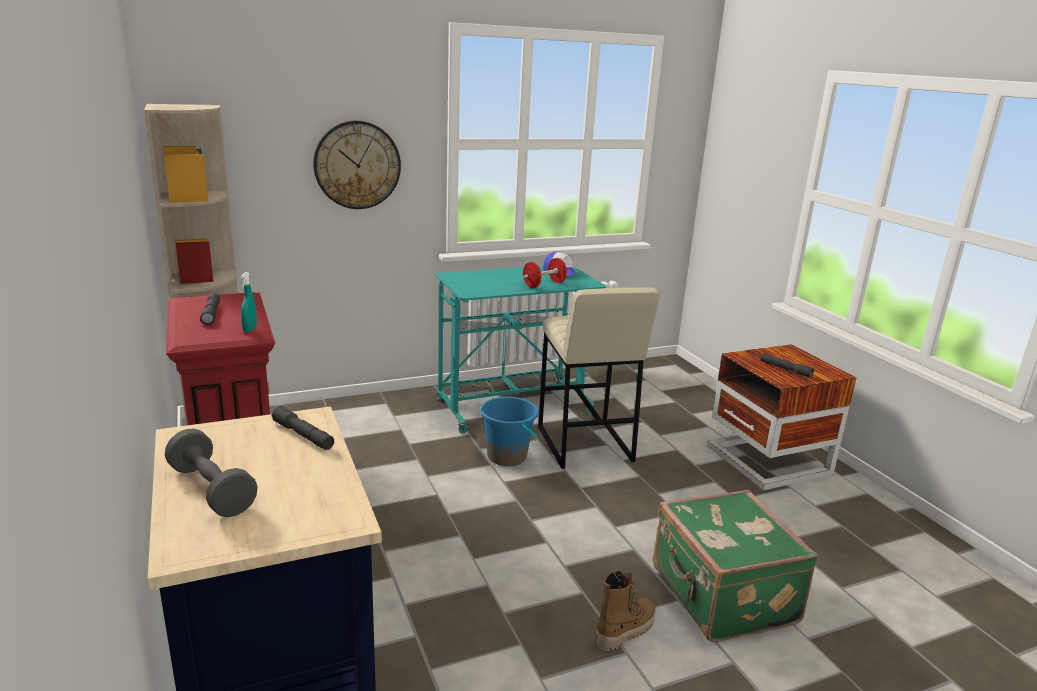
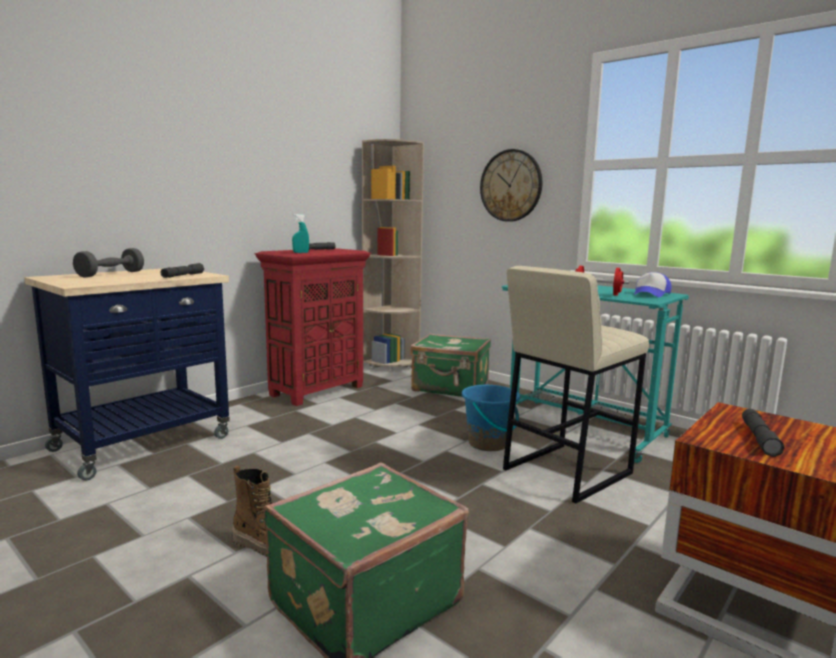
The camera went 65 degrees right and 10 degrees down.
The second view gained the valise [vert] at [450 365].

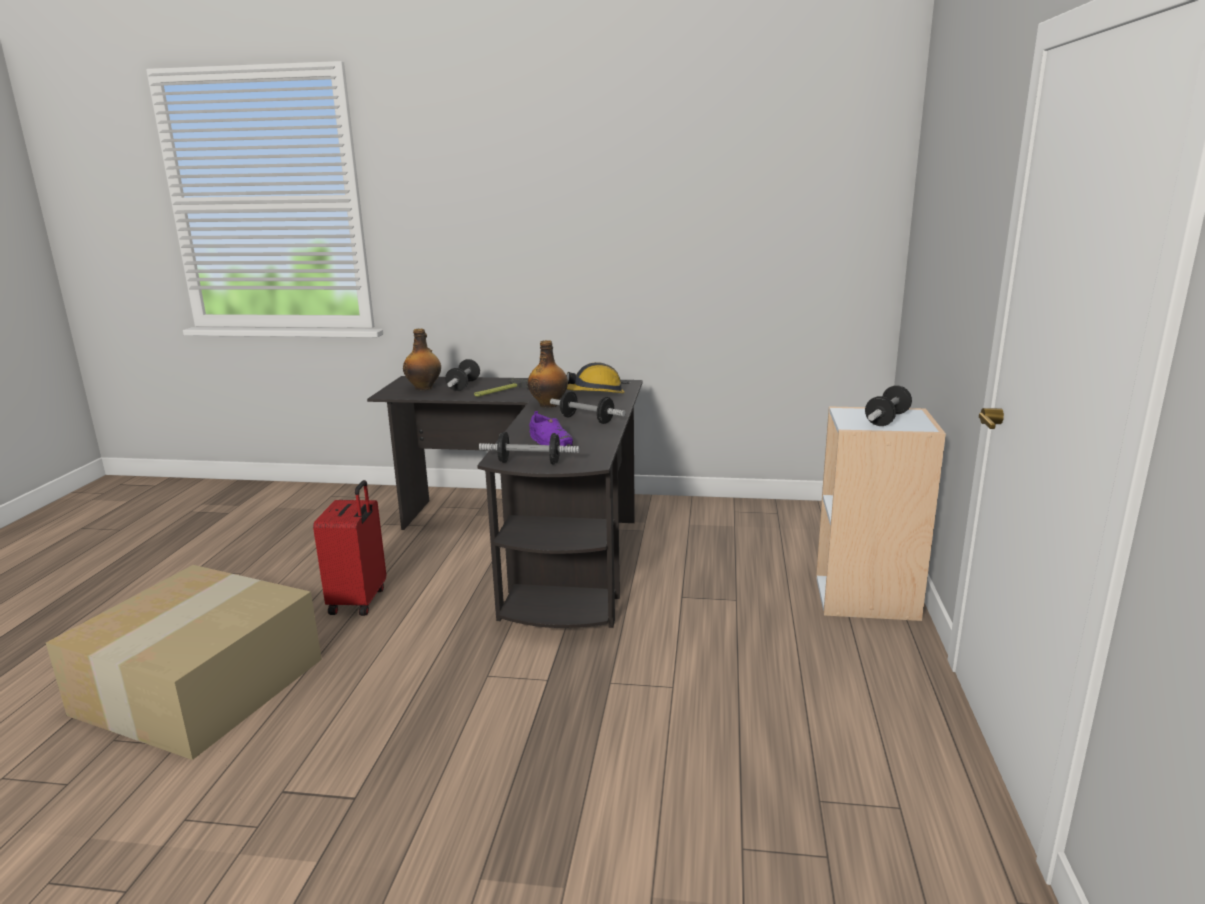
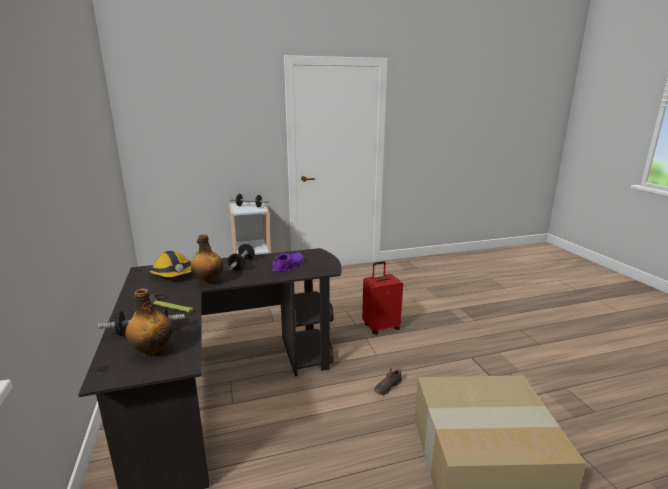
The camera went 115 degrees left and 0 degrees up.
The second view lost the haltère at [529 448].
The second view gained the chaussure [noir] at [388 381].
The valise [rouge] ended up elsewhere, having gone from [349 548] to [382 298].

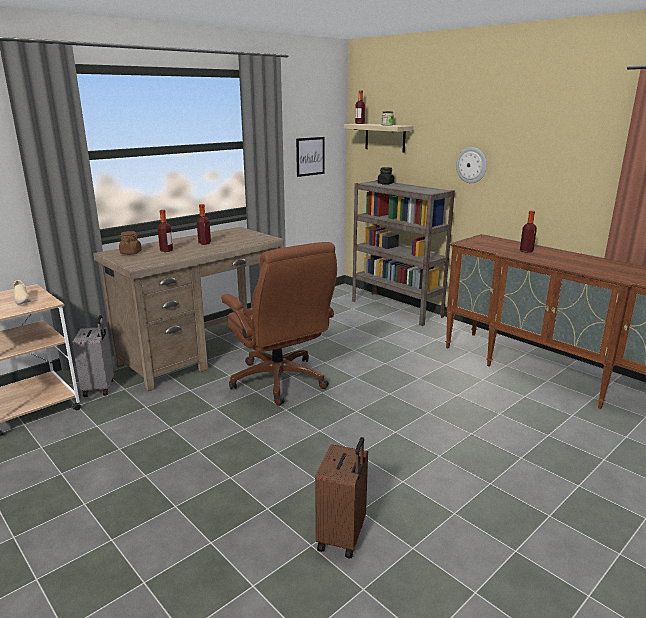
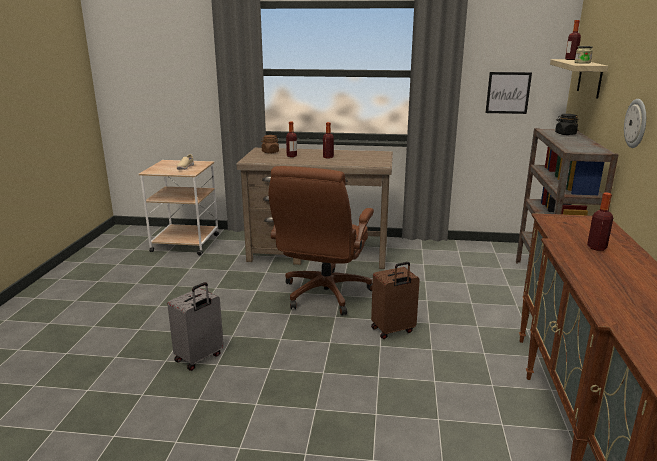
The camera went 50 degrees right and 0 degrees up.
The valise [gris] ended up elsewhere, having gone from [93 356] to [195 326].
The valise [marron] ended up elsewhere, having gone from [341 497] to [395 300].

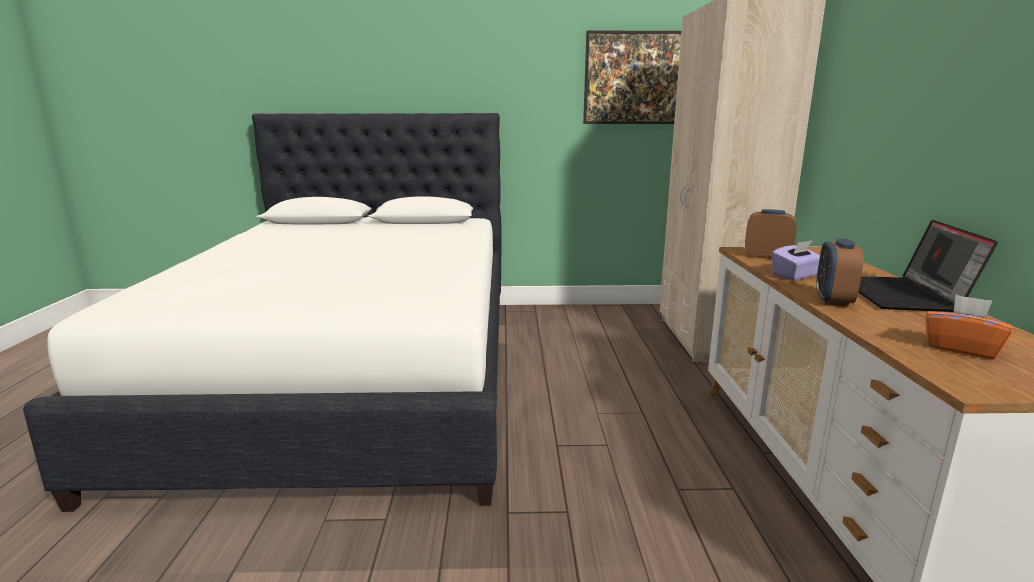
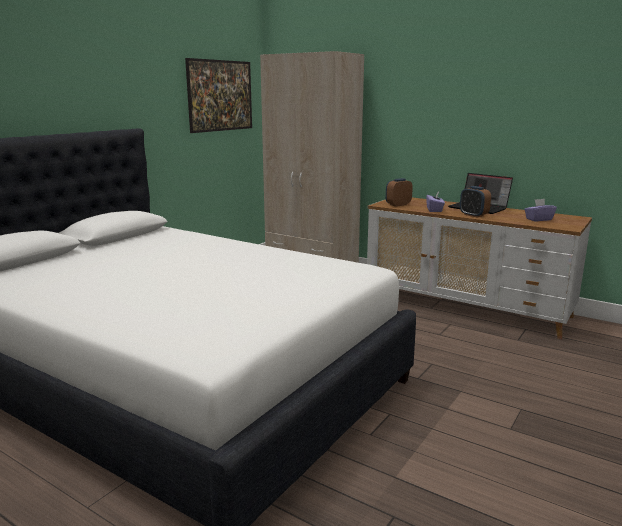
The camera went 55 degrees left and 0 degrees up.
What was the boîte à mouchoirs [orange] at [969 327] turned into the boîte à mouchoirs [violet] at [540 210].

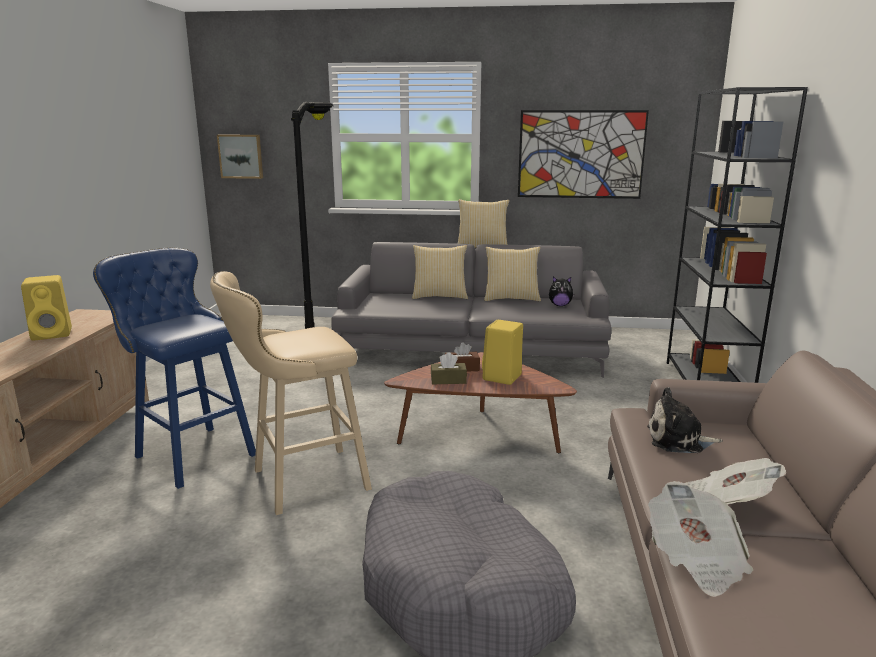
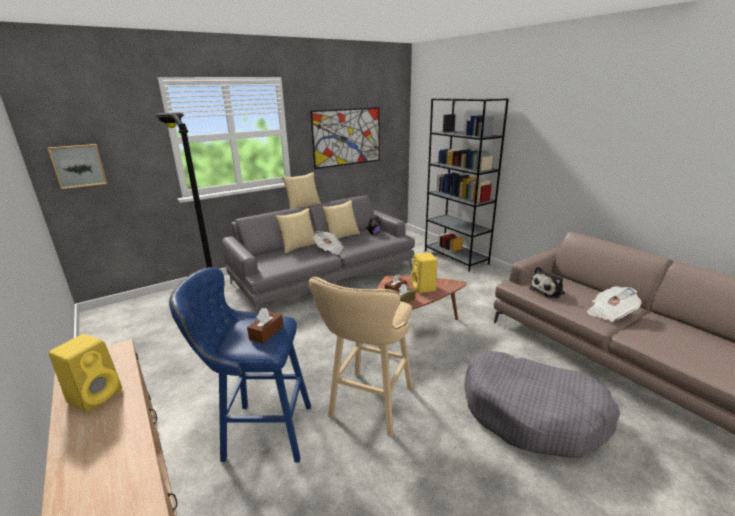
The camera went 40 degrees left and 5 degrees up.
The second view gained the boîte à mouchoirs [marron] at [265 326].
The journal ended up elsewhere, having gone from [700 539] to [328 243].

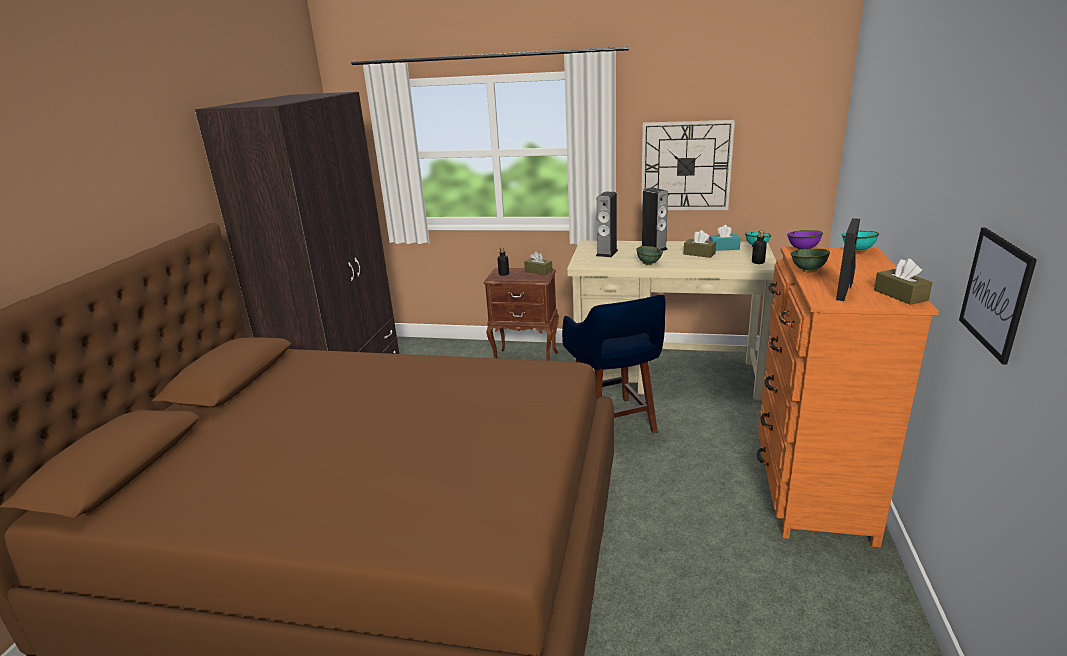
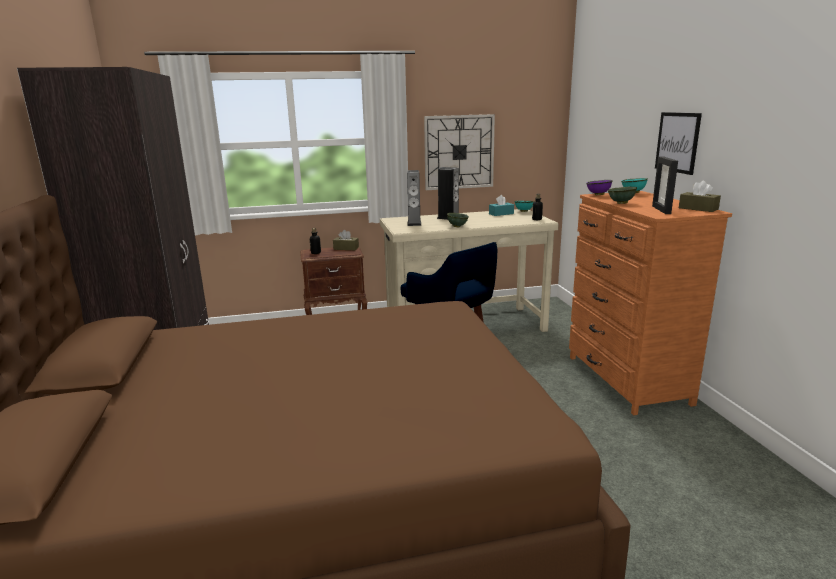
The camera went 25 degrees left and 5 degrees down.
The second view lost the boîte à mouchoirs [marron] at [700 244].
The tableau ended up elsewhere, having gone from [998 296] to [678 143].

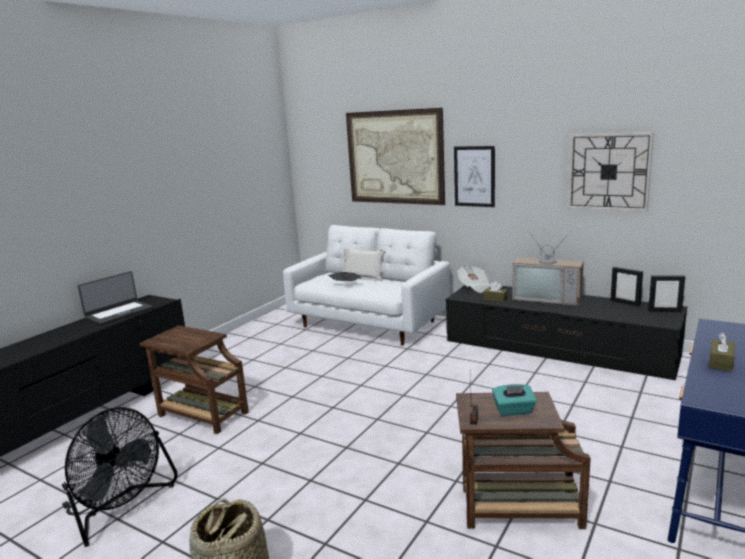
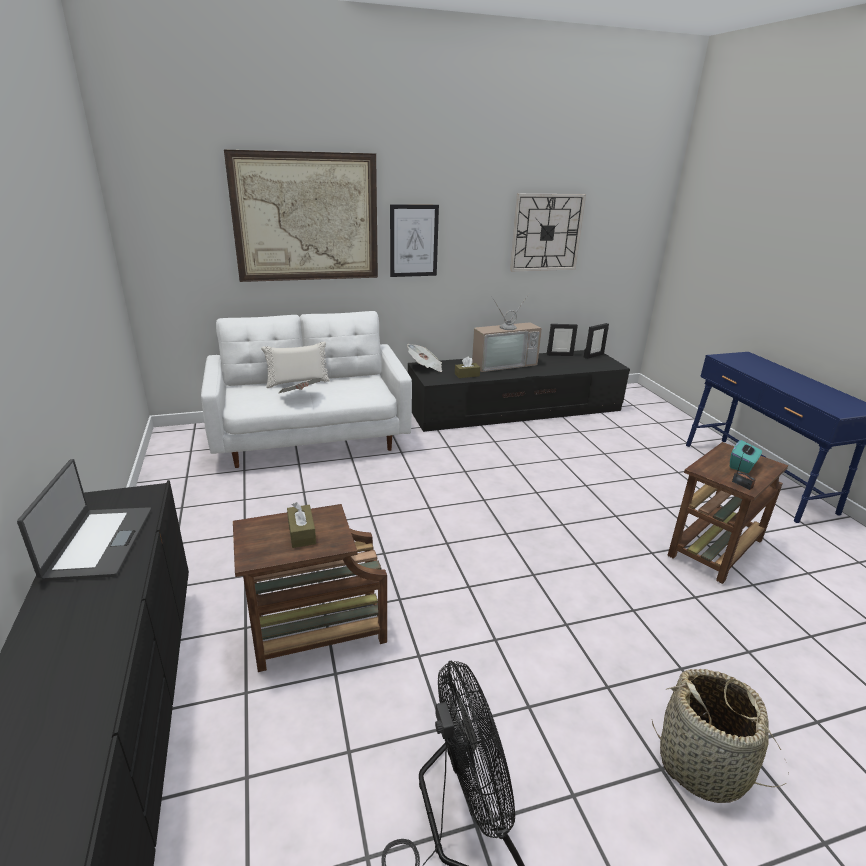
The camera went 50 degrees left and 10 degrees up.
The boîte à mouchoirs [marron] ended up elsewhere, having gone from [722 352] to [301 525].

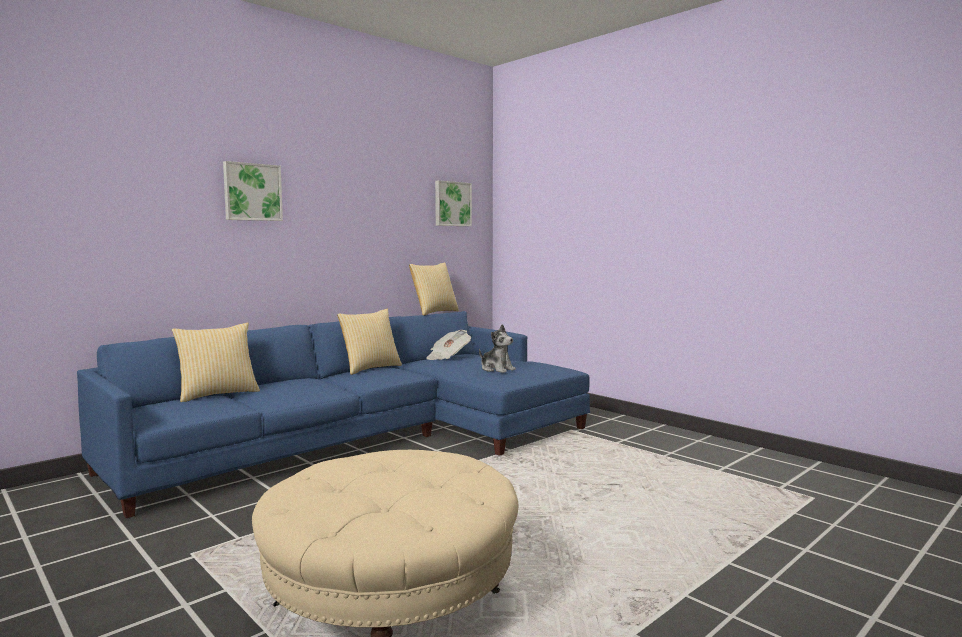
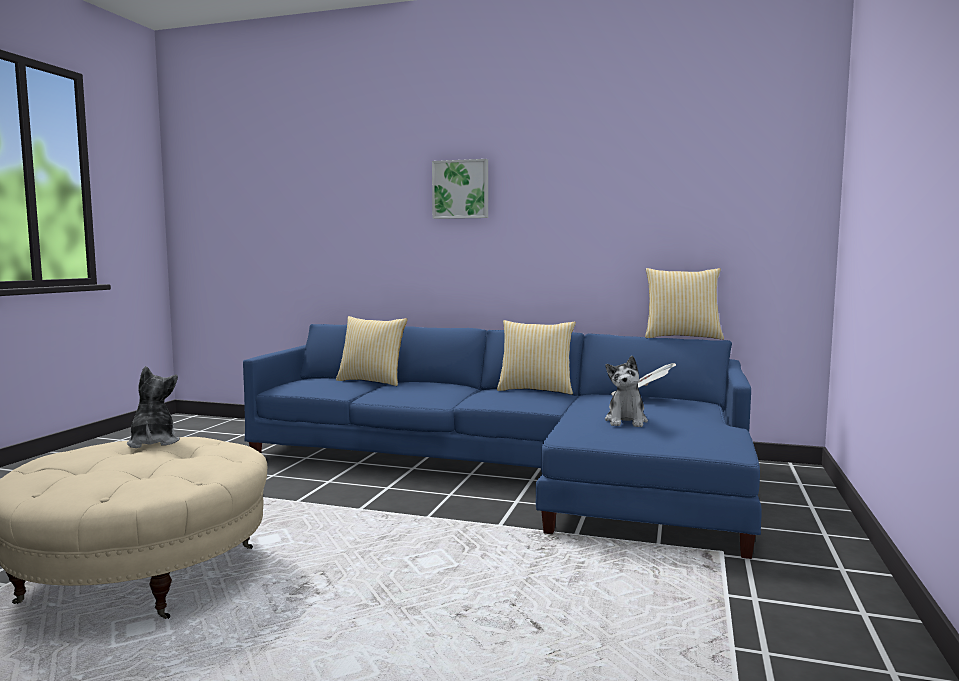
The camera went 60 degrees right and 0 degrees up.
The second view lost the tableau at [453 203].
The second view gained the peluche at [153 407].

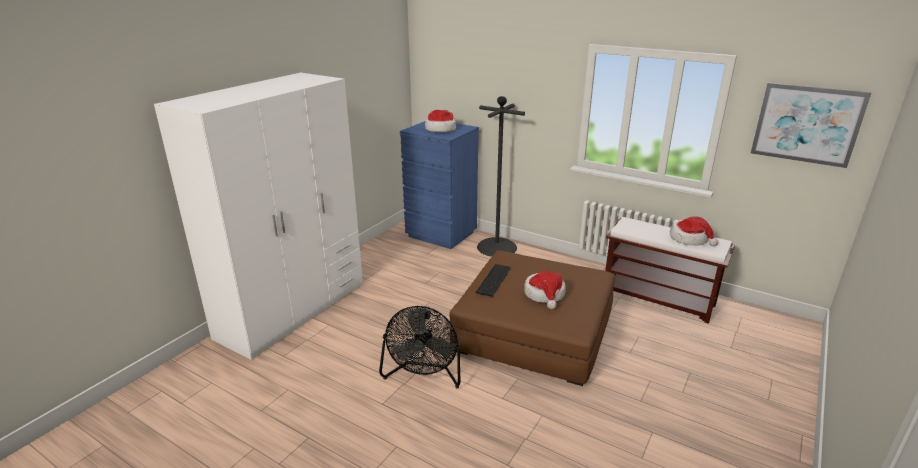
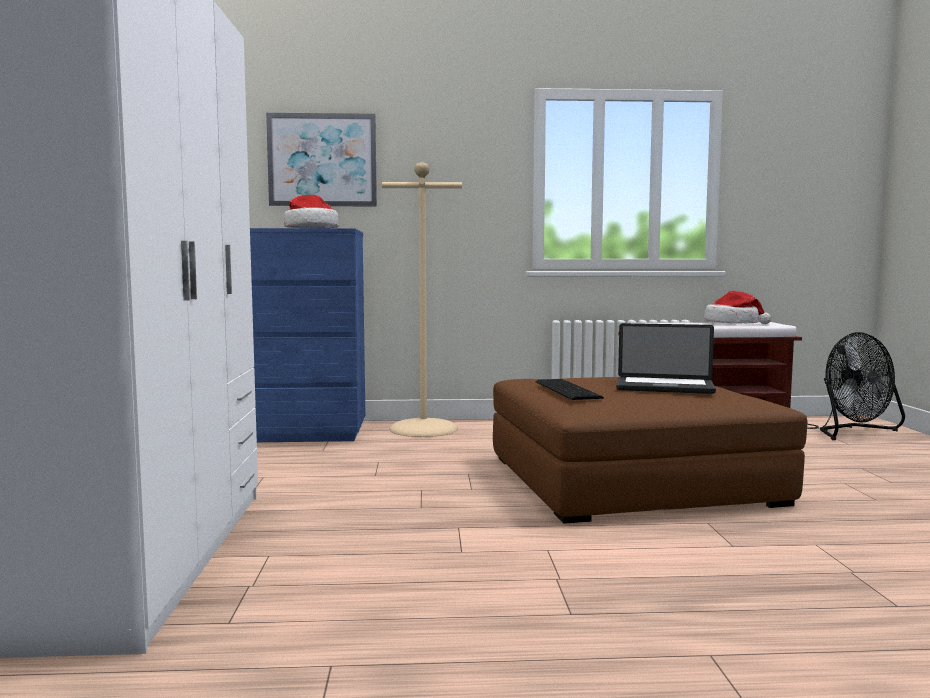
The camera went 35 degrees left and 20 degrees down.
The ventilateur [noir] ended up elsewhere, having gone from [420 347] to [856 386].
The tableau ended up elsewhere, having gone from [811 125] to [321 159].
Where the chapeau stood at [545 290], the ordinateur portable came to stand at [666 358].
What was the portant [noir] at [501 176] turned into the portant [beige] at [422 299].

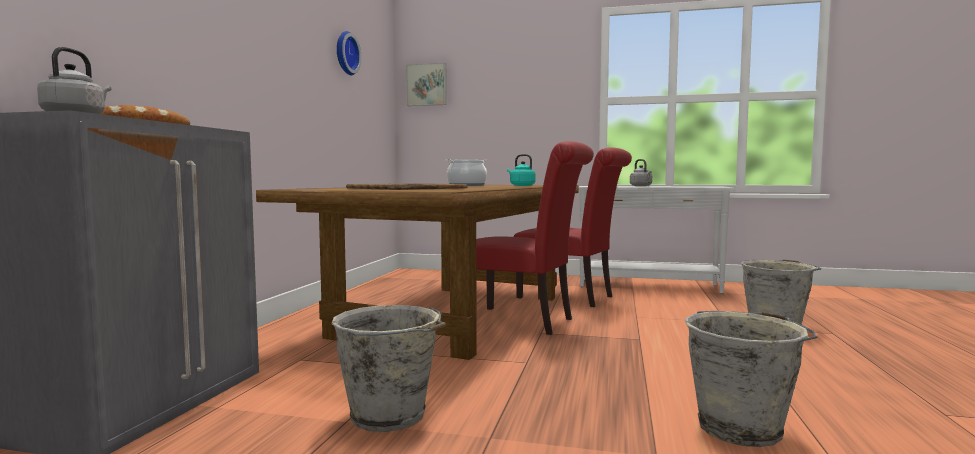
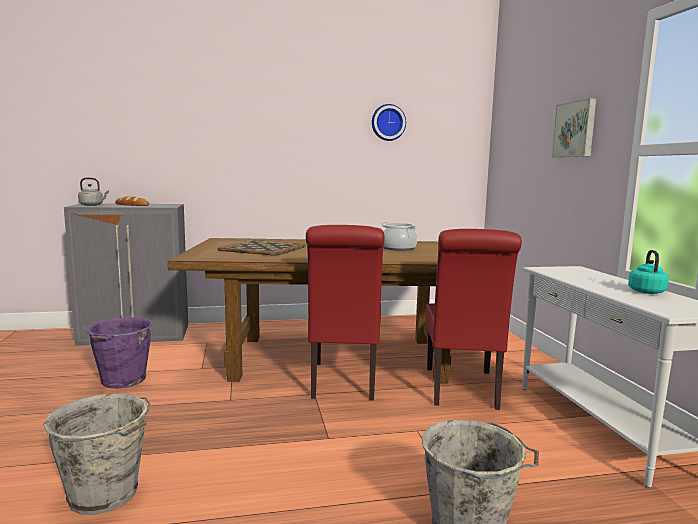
The camera went 65 degrees right and 5 degrees up.
The second view lost the bouilloire [gris] at [641 173].
The tableau ended up elsewhere, having gone from [426 84] to [574 127].
The bouilloire [turquoise] ended up elsewhere, having gone from [521 170] to [648 272].
What was the seau [gris] at [388 368] turned into the seau [violet] at [118 352].

